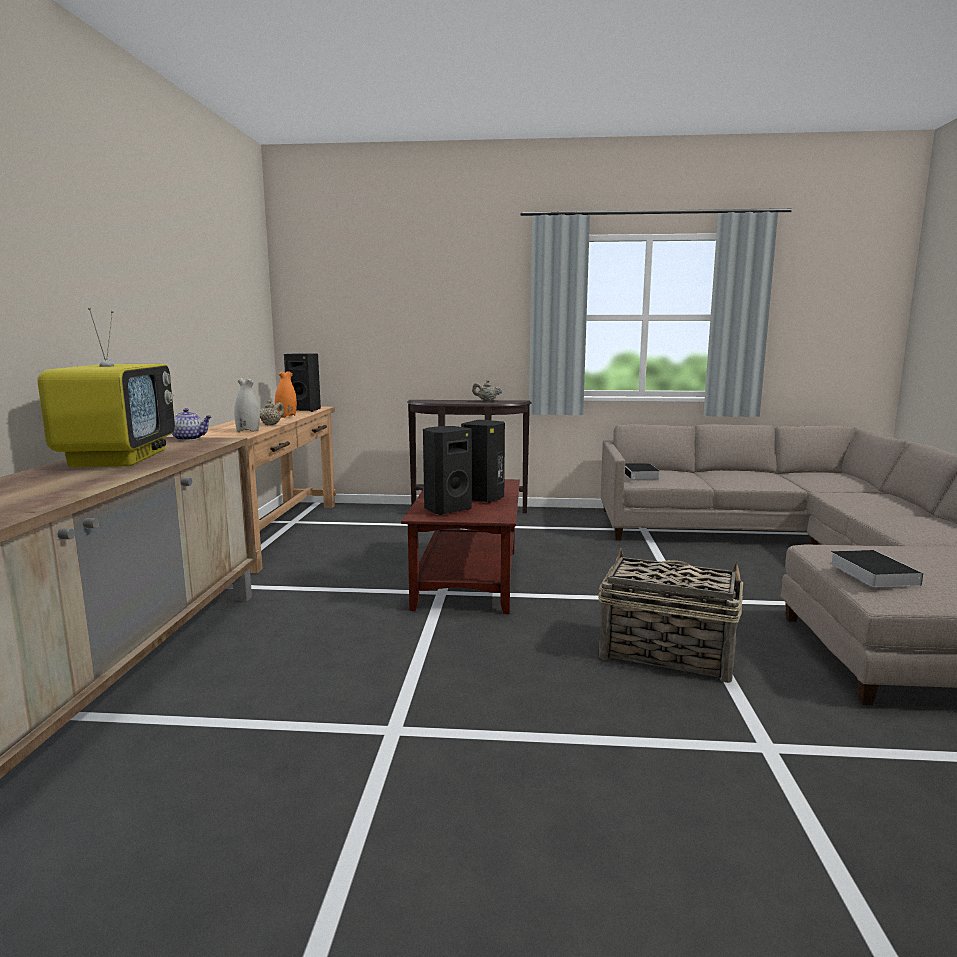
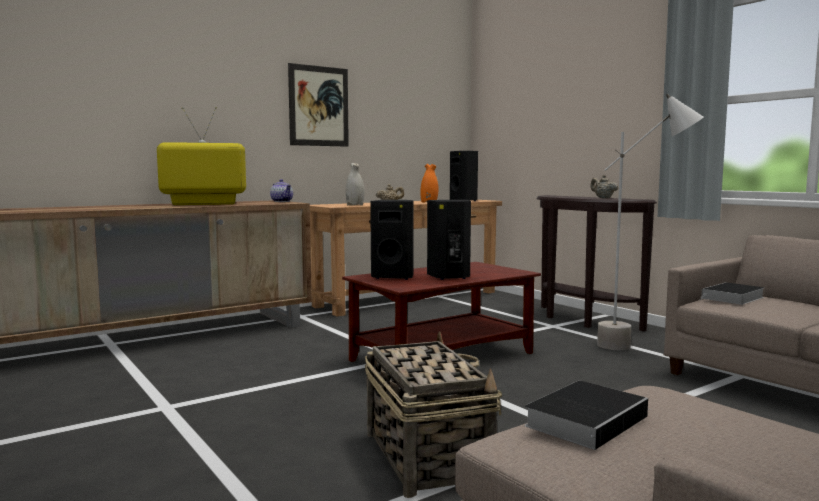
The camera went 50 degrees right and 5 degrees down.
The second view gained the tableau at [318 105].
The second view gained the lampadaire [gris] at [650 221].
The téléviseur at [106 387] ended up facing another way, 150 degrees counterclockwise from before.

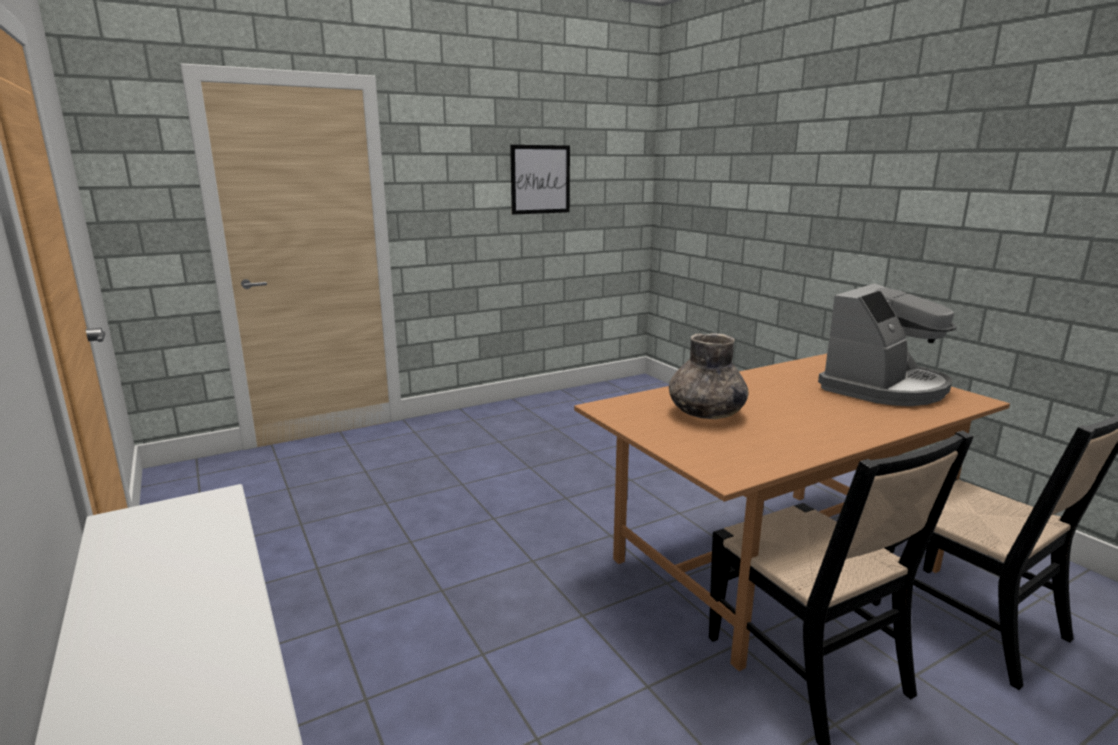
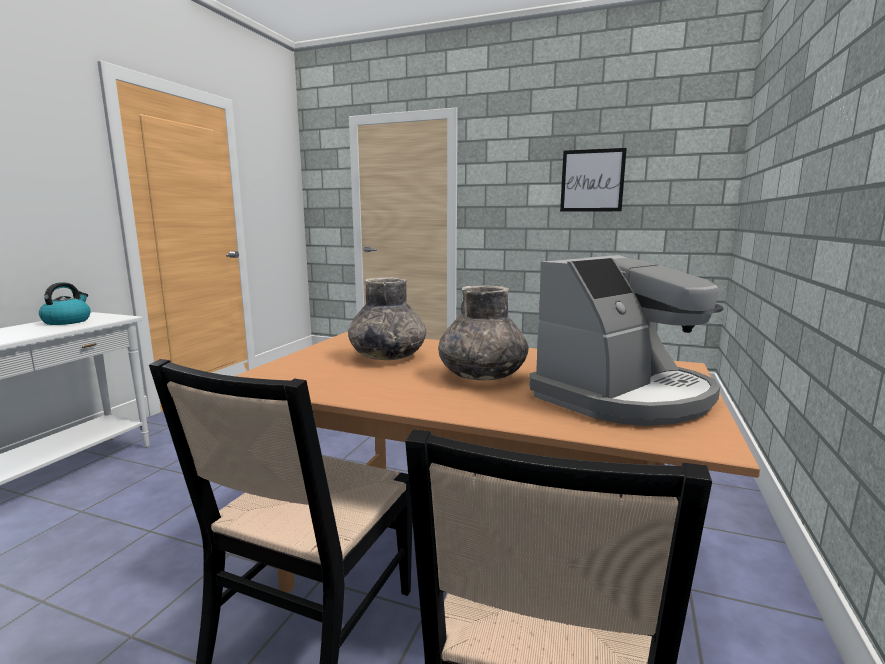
The camera went 50 degrees right and 5 degrees down.
The second view gained the bouilloire at [65 303].
The second view gained the vase [gris] at [483 332].
The machine à café at [887 344] ended up facing another way, 45 degrees counterclockwise from before.

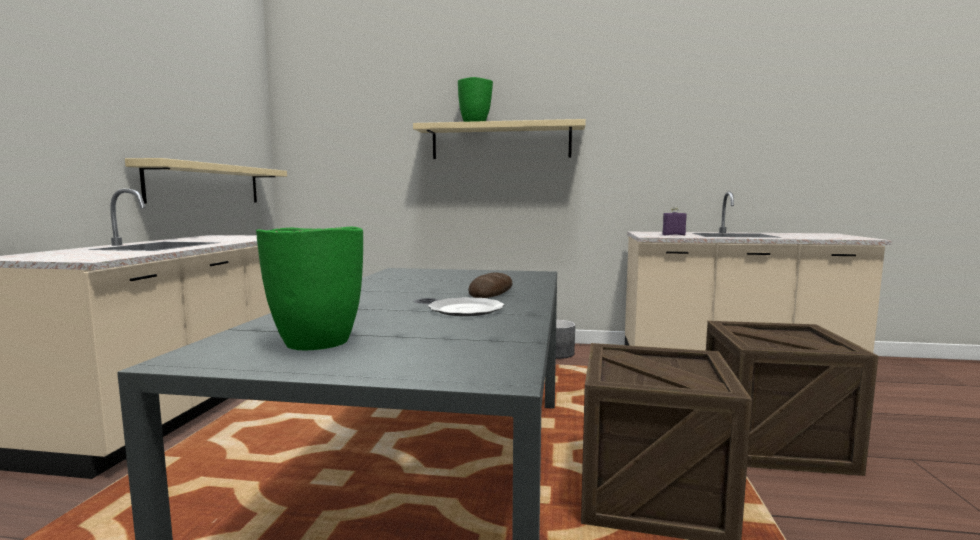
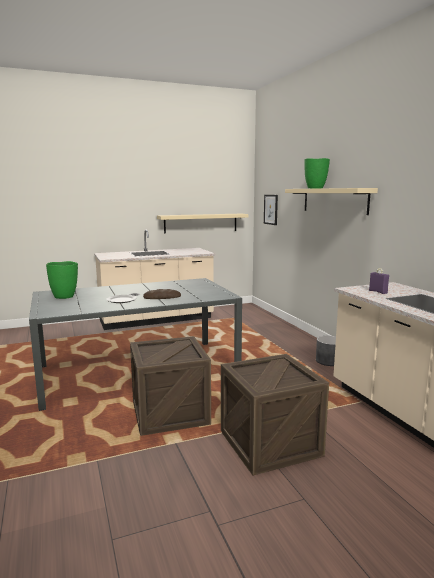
The camera went 60 degrees right and 5 degrees up.
The second view gained the tableau at [271 210].

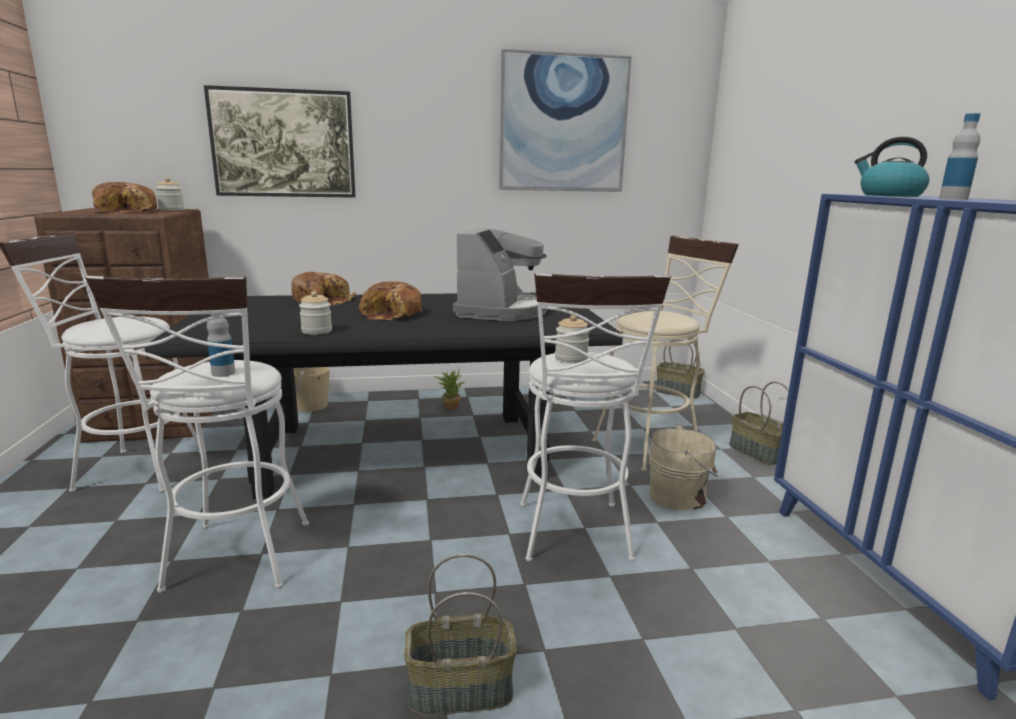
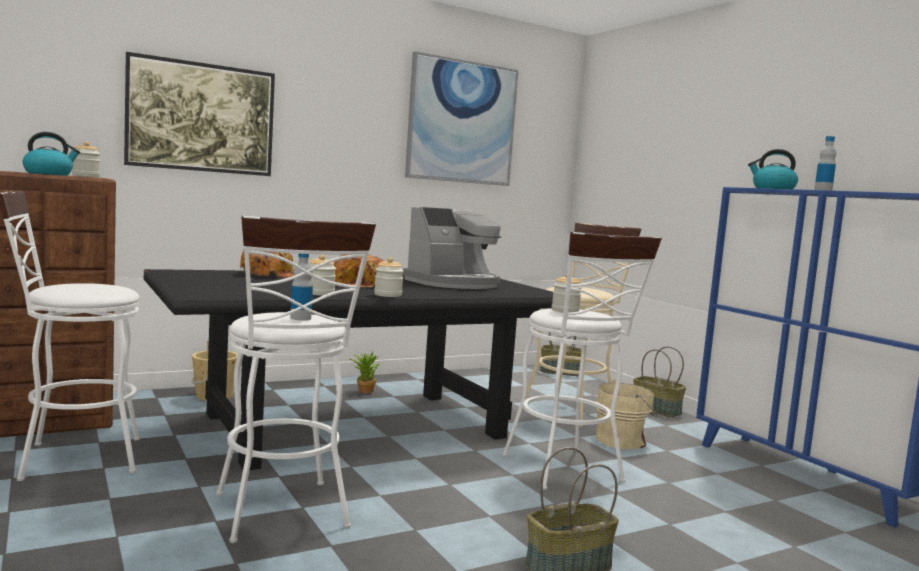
The camera went 20 degrees left and 10 degrees down.
The second view gained the bocal at [389 277].
Where the pain stood at [124 197], the bouilloire came to stand at [51 154].
The machine à café at [500 274] ended up facing another way, 60 degrees clockwise from before.

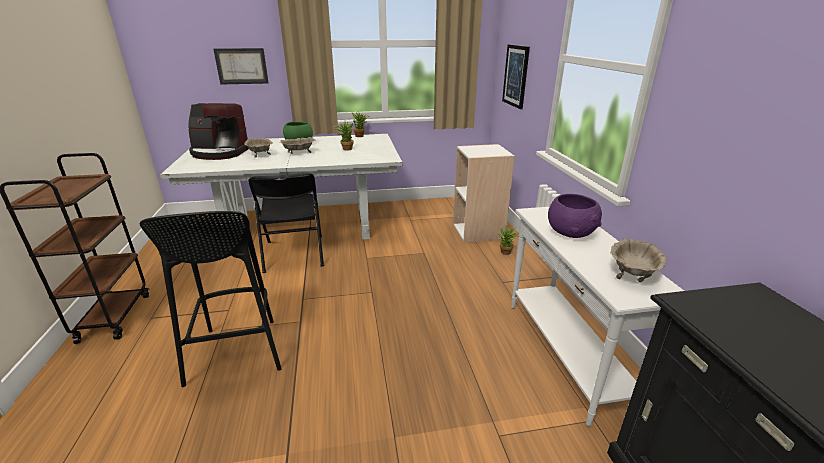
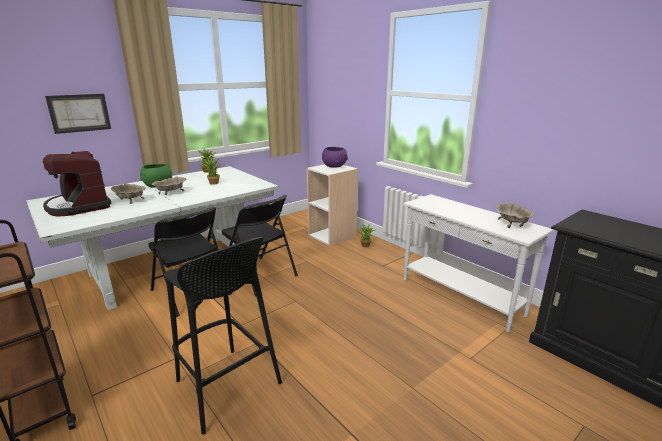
The camera went 30 degrees left and 5 degrees down.
The second view lost the tableau at [516 76].
The second view gained the chaise [noir] at [260 245].
The bol [violet] ended up elsewhere, having gone from [575 216] to [335 157].
The machine à café at [218 131] ended up facing another way, 75 degrees clockwise from before.

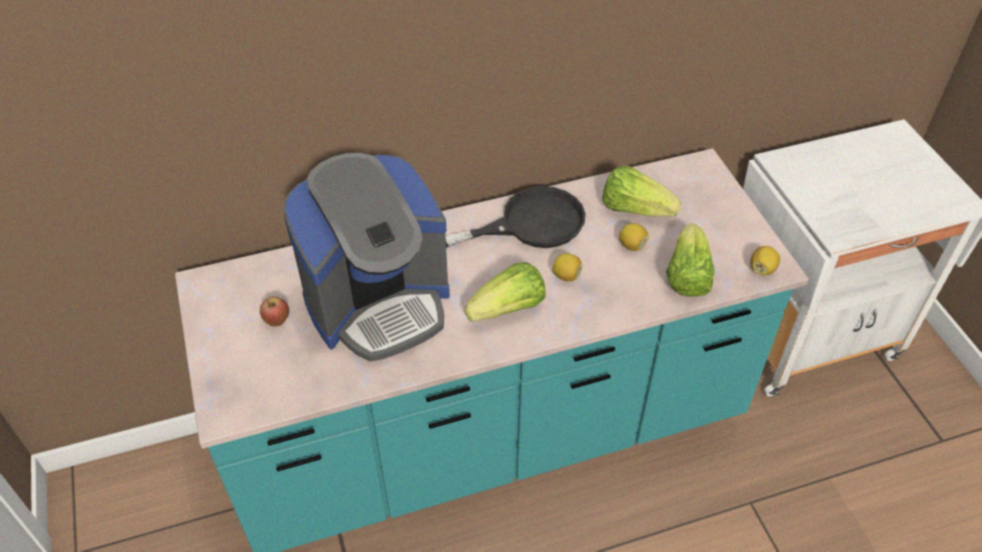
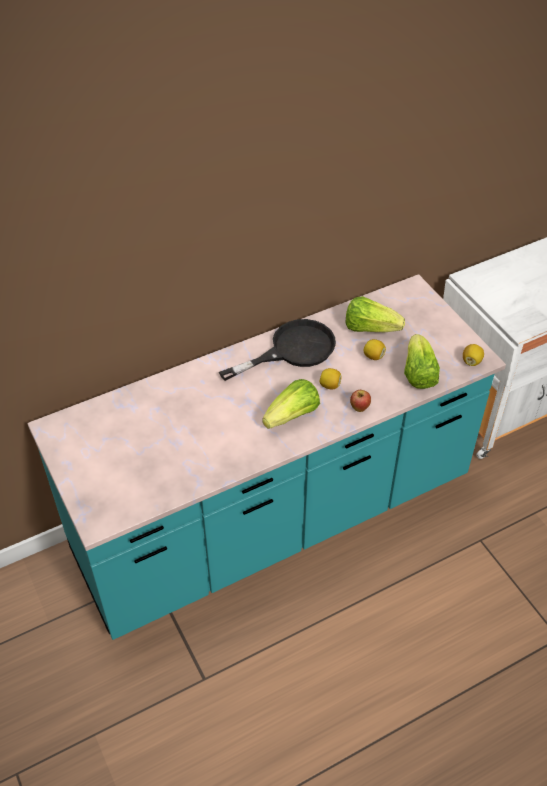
The camera went 10 degrees left and 0 degrees up.
The second view lost the machine à café at [366 257].
The pomme ended up elsewhere, having gone from [274 312] to [360 401].

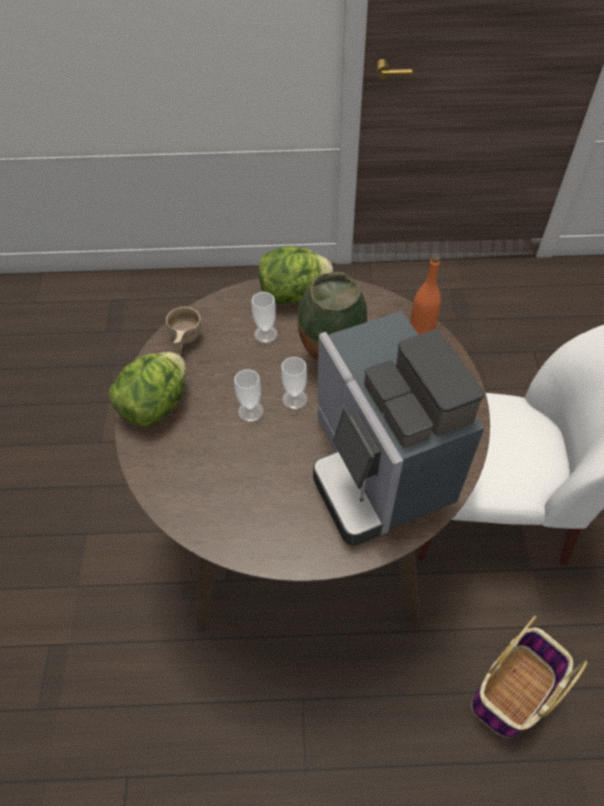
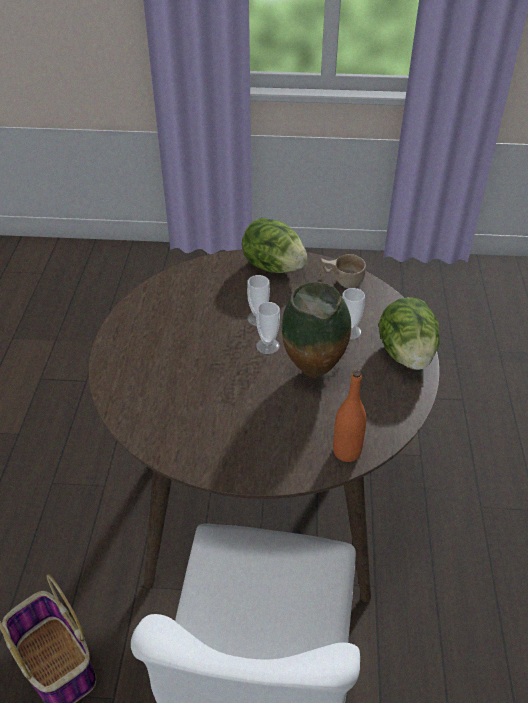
The camera went 95 degrees right and 10 degrees down.
The second view lost the machine à café at [398 428].

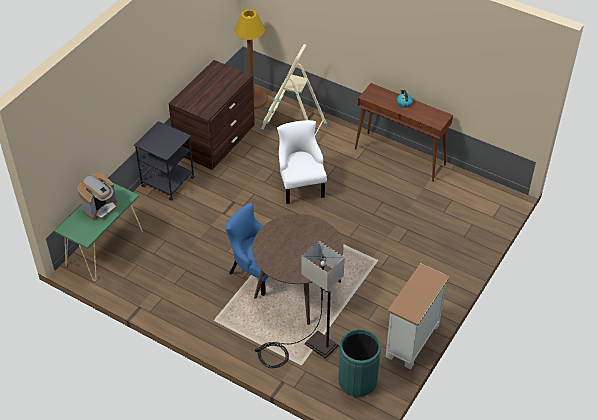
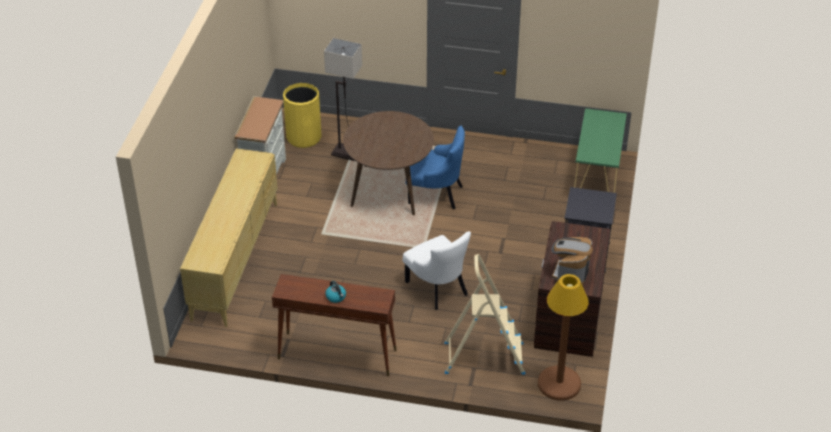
The camera went 160 degrees right and 5 degrees down.
The second view gained the meuble de rangement [beige] at [229 237].
The machine à café ended up elsewhere, having gone from [97 196] to [572 261].
What was the poubelle [vert] at [359 363] turned into the poubelle [jaune] at [302 115].

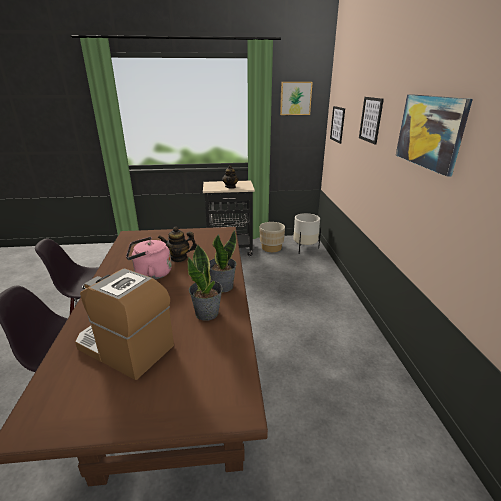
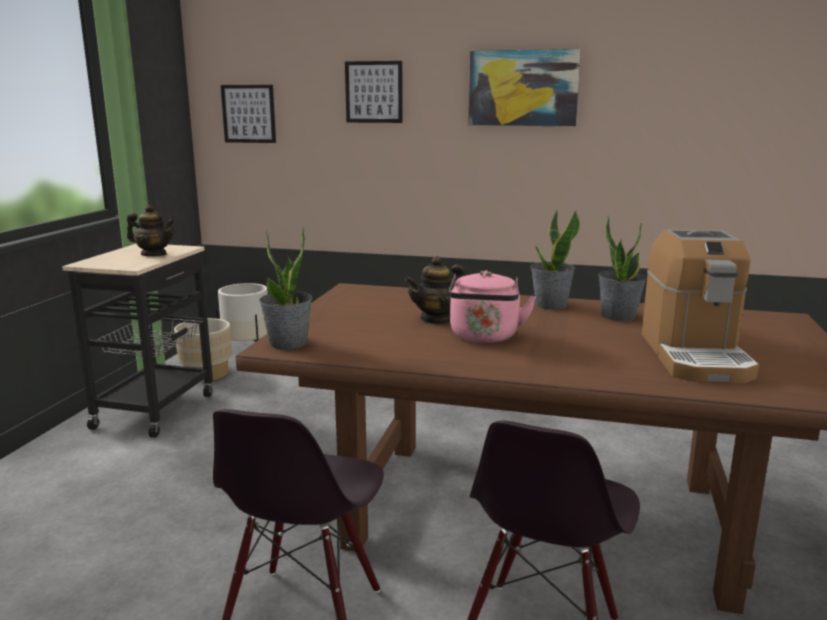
The camera went 70 degrees left and 10 degrees down.
The second view lost the tableau at [296 98].
The second view gained the plante en pot at [286 288].
The machine à café at [124 324] ended up facing another way, 45 degrees counterclockwise from before.
The théière at [177 244] ended up facing another way, 45 degrees clockwise from before.

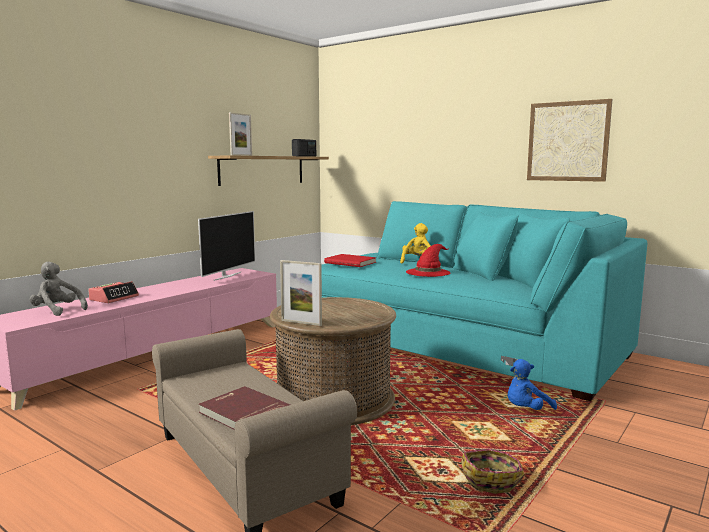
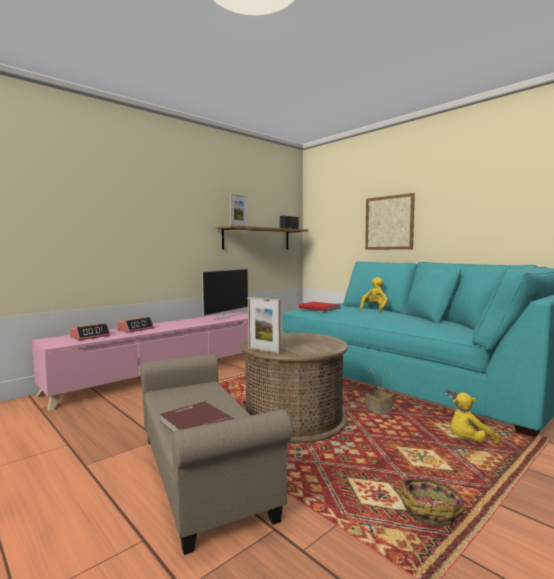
The camera went 10 degrees right and 5 degrees down.
The second view lost the chapeau [rouge] at [428 260].
The second view gained the panier at [379 391].
The tableau ended up elsewhere, having gone from [569 140] to [390 221].
Where the peluche [gris] stood at [58 289], the réveil came to stand at [90 331].
What was the peluche [bleu] at [532 384] turned into the peluche [jaune] at [475 418].

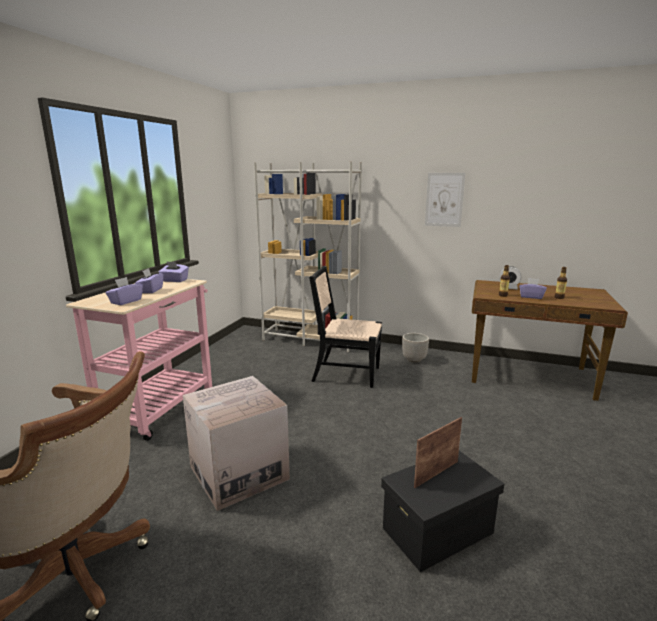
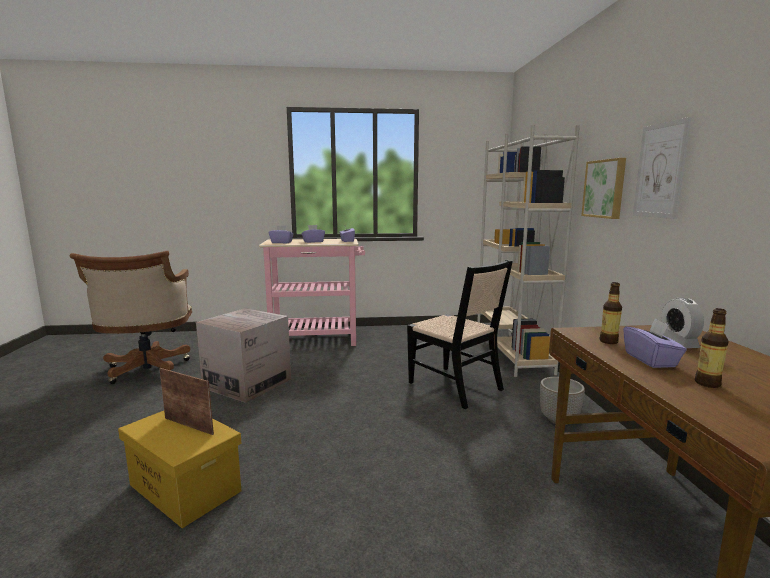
The camera went 65 degrees right and 5 degrees down.
The second view gained the tableau at [603 188].
What was the boîte de rangement [noir] at [442 511] turned into the boîte de rangement [jaune] at [179 469].
The chaise at [345 327] ended up facing another way, 150 degrees clockwise from before.

